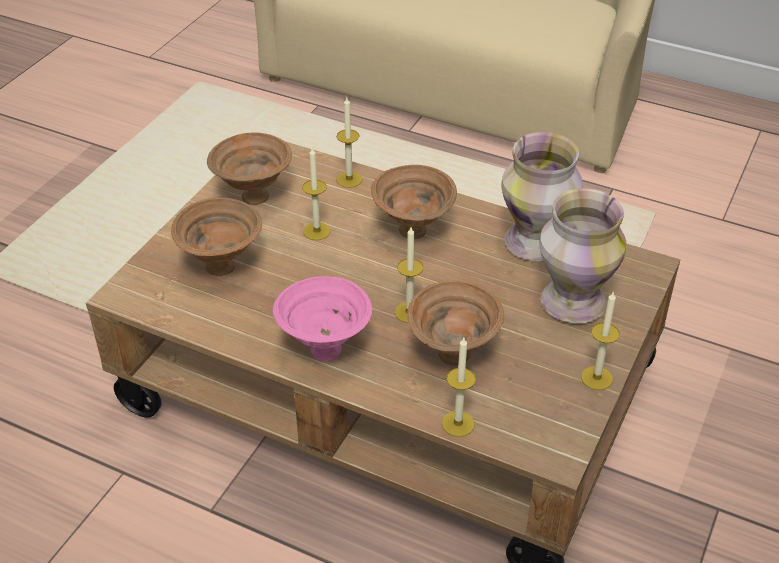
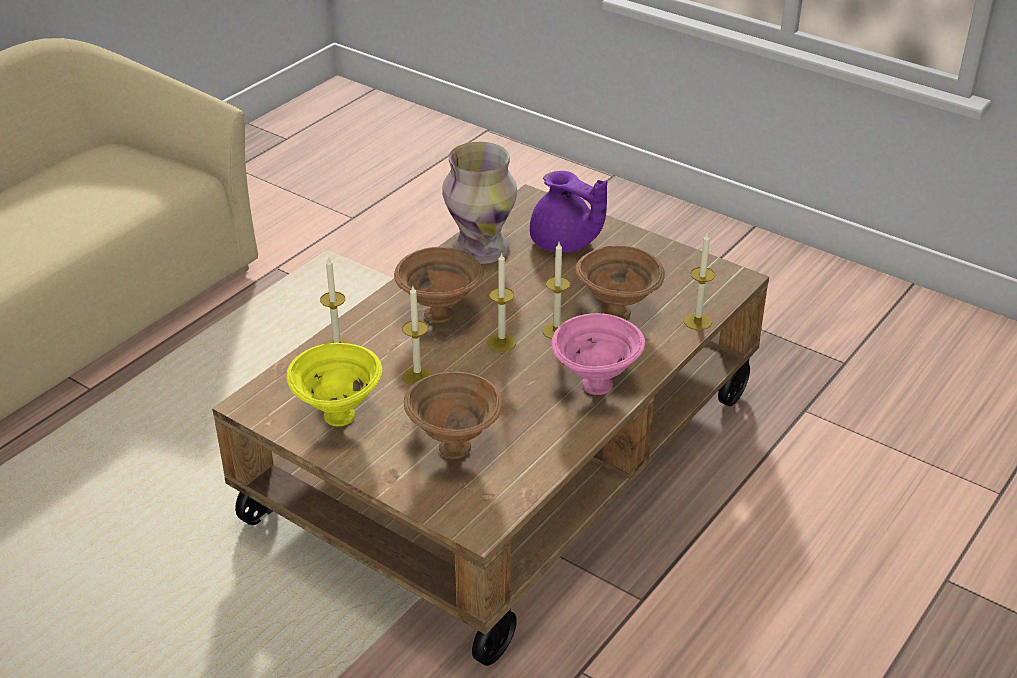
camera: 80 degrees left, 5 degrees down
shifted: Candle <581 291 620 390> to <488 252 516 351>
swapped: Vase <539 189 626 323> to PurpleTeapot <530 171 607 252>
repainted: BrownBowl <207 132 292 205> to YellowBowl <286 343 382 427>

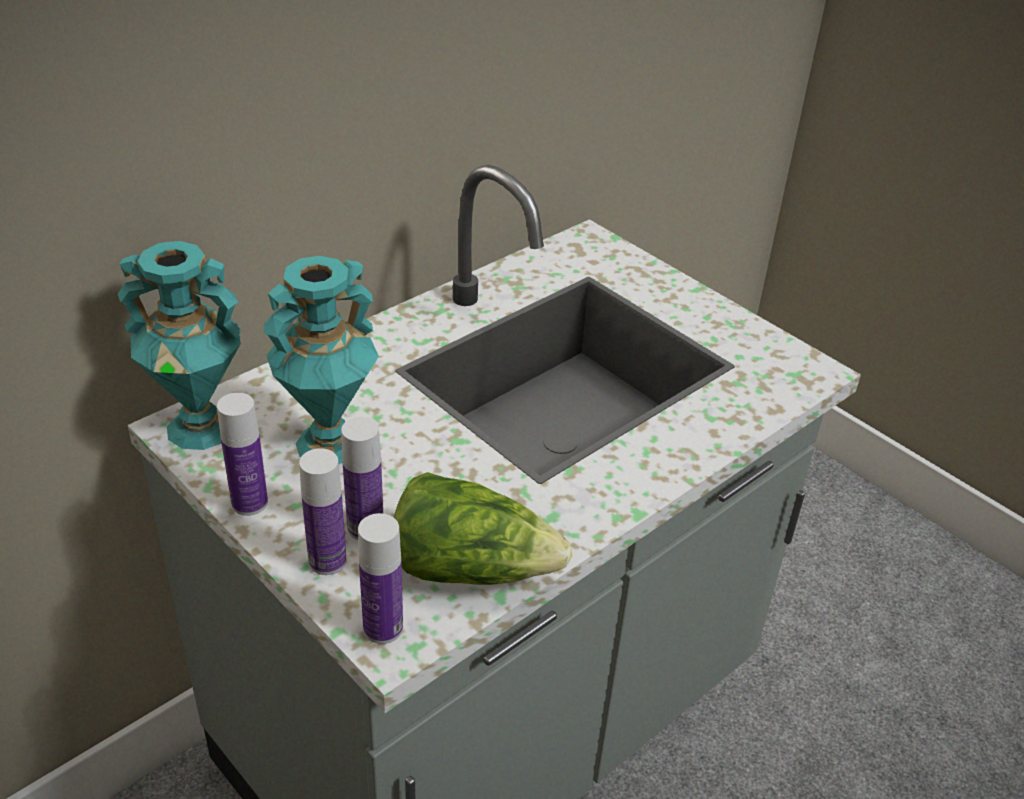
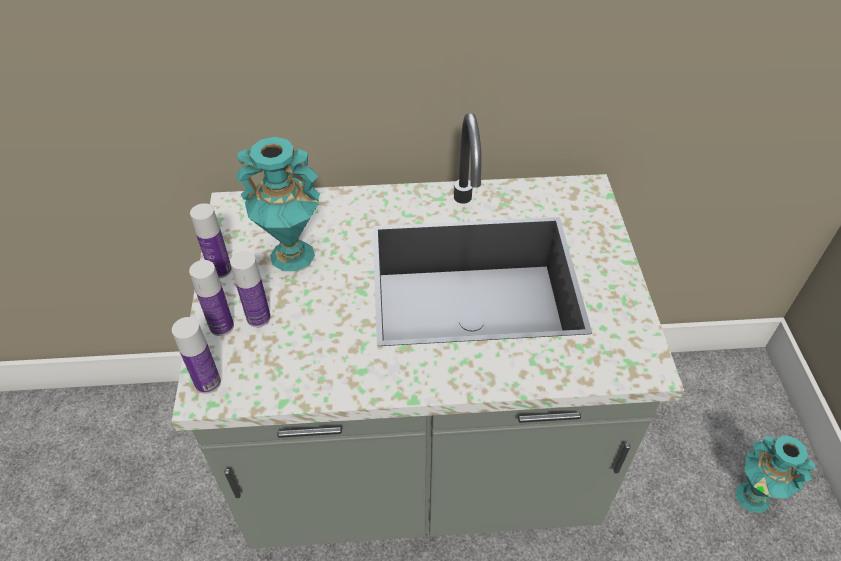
camera: 40 degrees right, 10 degrees up
gone: Lettuce <394 472 572 585>
shifted: TurquoiseVase <117 241 241 450> to <735 436 816 513>

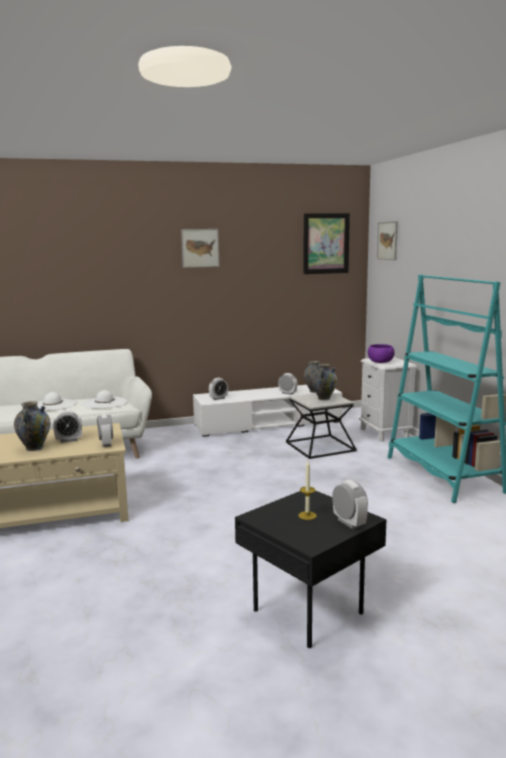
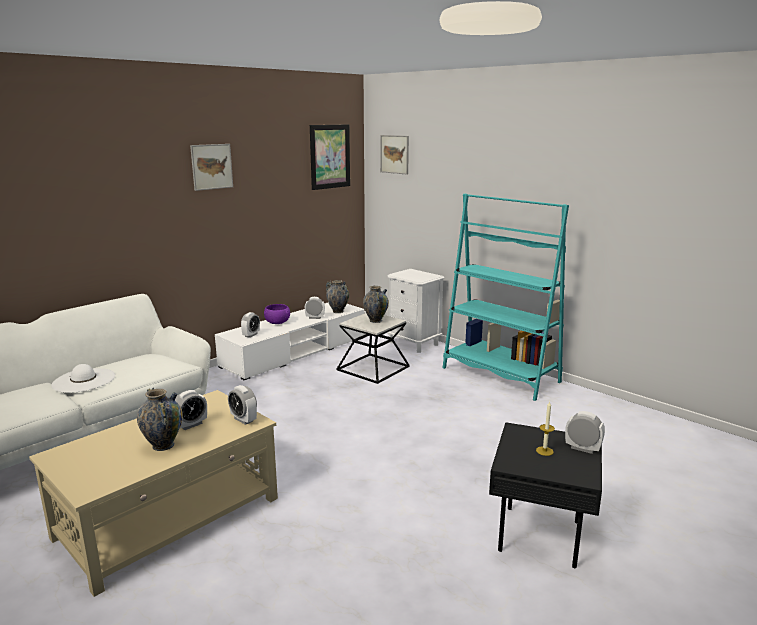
camera: 30 degrees left, 5 degrees up
gone: WhiteHat <82 390 128 409>
shifted: PurpleBowl <368 344 395 363> to <264 304 290 324>

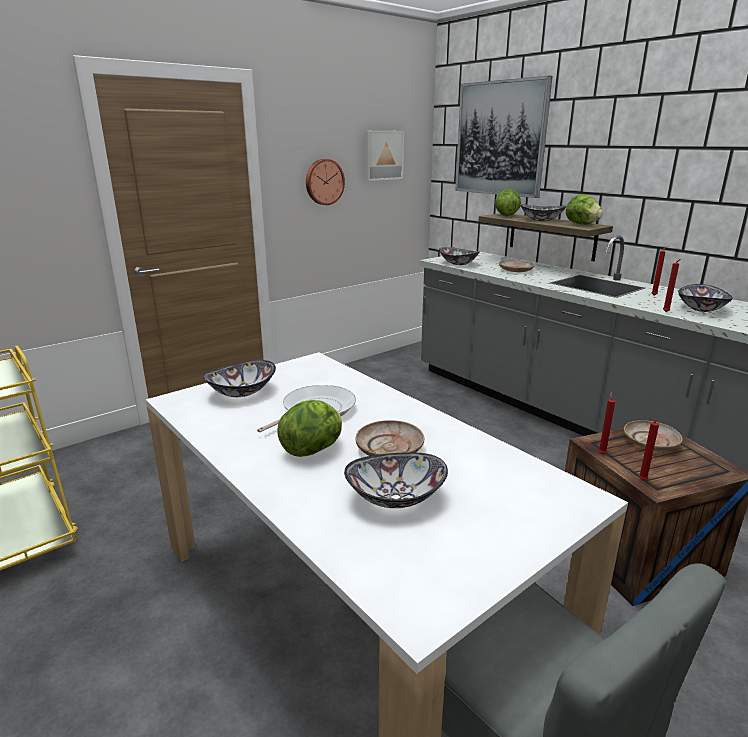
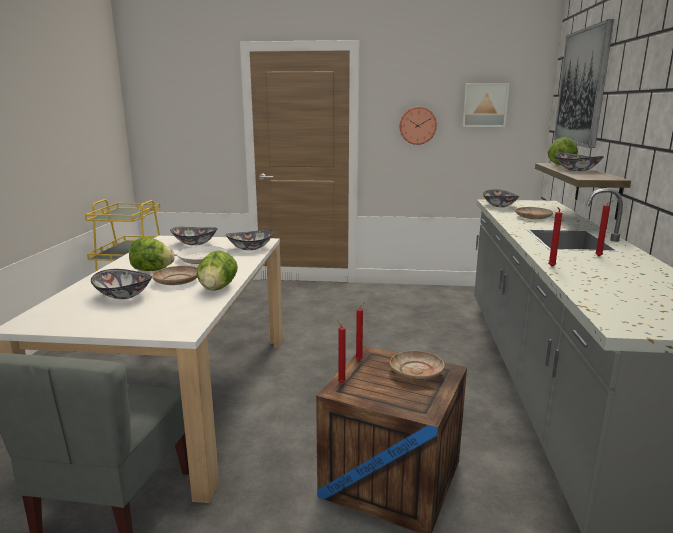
camera: 45 degrees right, 5 degrees down
shifted: Lettuce <566 194 603 225> to <197 250 238 291>; Bowl <678 284 733 312> to <226 230 274 250>

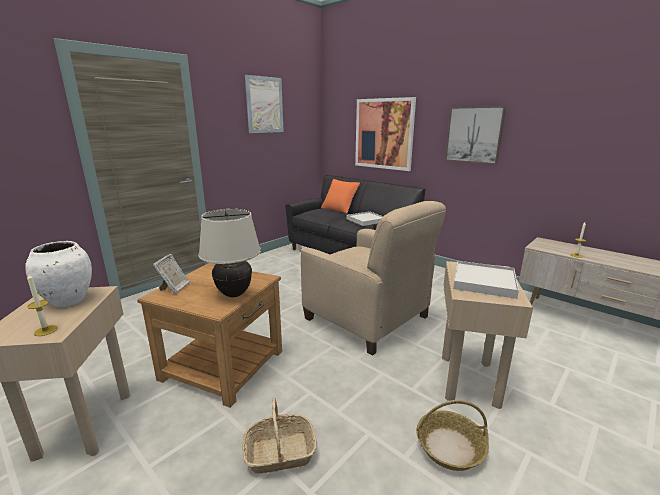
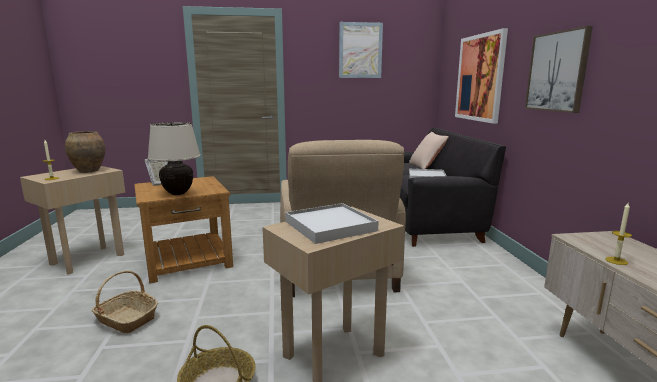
camera: 40 degrees right, 5 degrees down
repainted: WhiteVase <25 241 92 307> to BrownVase <65 131 105 173>; OrangePillow <321 179 360 214> to BeigePillow <409 132 449 169>

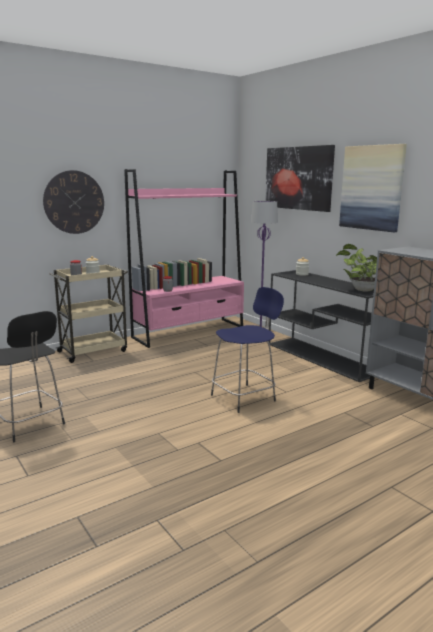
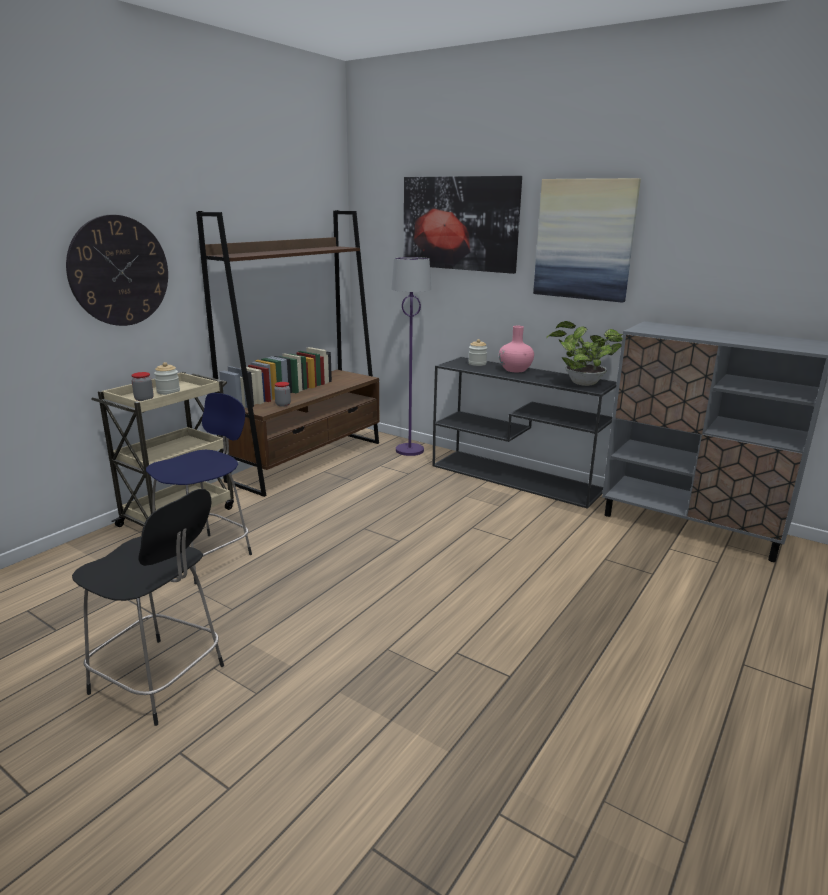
camera: 20 degrees left, 5 degrees up
new: PinkVase <499 326 534 372>
shifted: BlueStool <211 287 284 413> to <146 393 252 584>
repainted: PinkBookcase <124 169 244 348> to BrownBookcase <196 210 380 497>

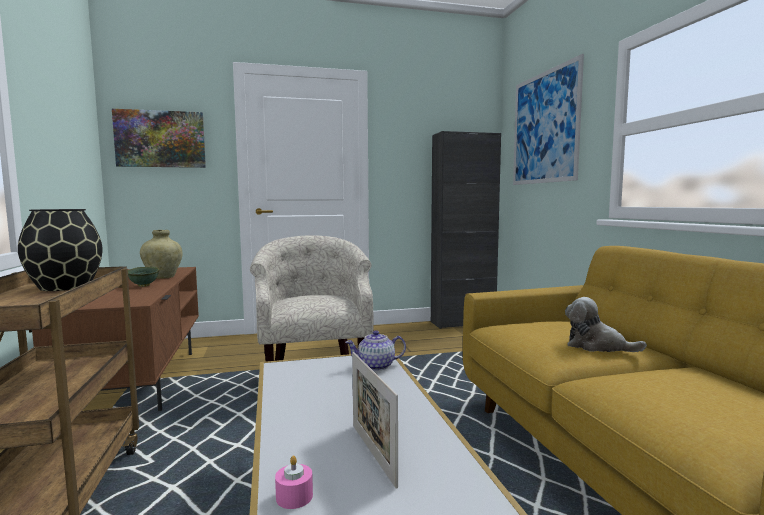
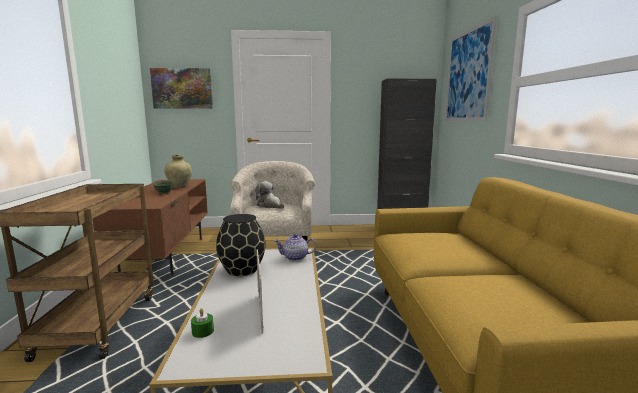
camera: 10 degrees right, 5 degrees up
shifted: BlackVase <18 209 102 291> to <216 214 266 276>; PlushToy <565 297 647 352> to <255 181 285 209>
repainted: PinkCandle <275 455 313 509> to GreenCandle <191 308 214 338>

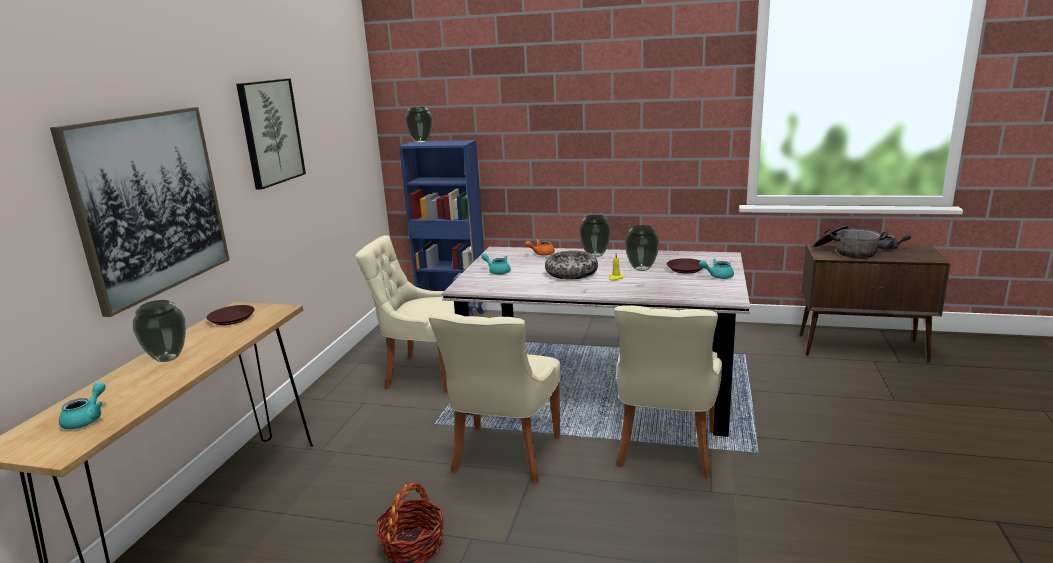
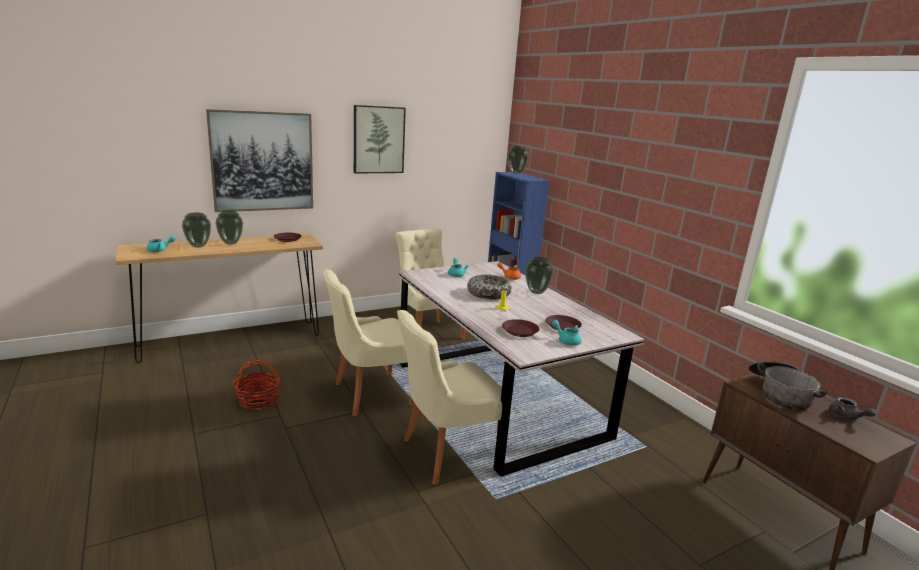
camera: 45 degrees right, 0 degrees up
new: BrownPlate <502 319 539 337>
shifted: Vase <625 225 660 271> to <182 213 211 248>

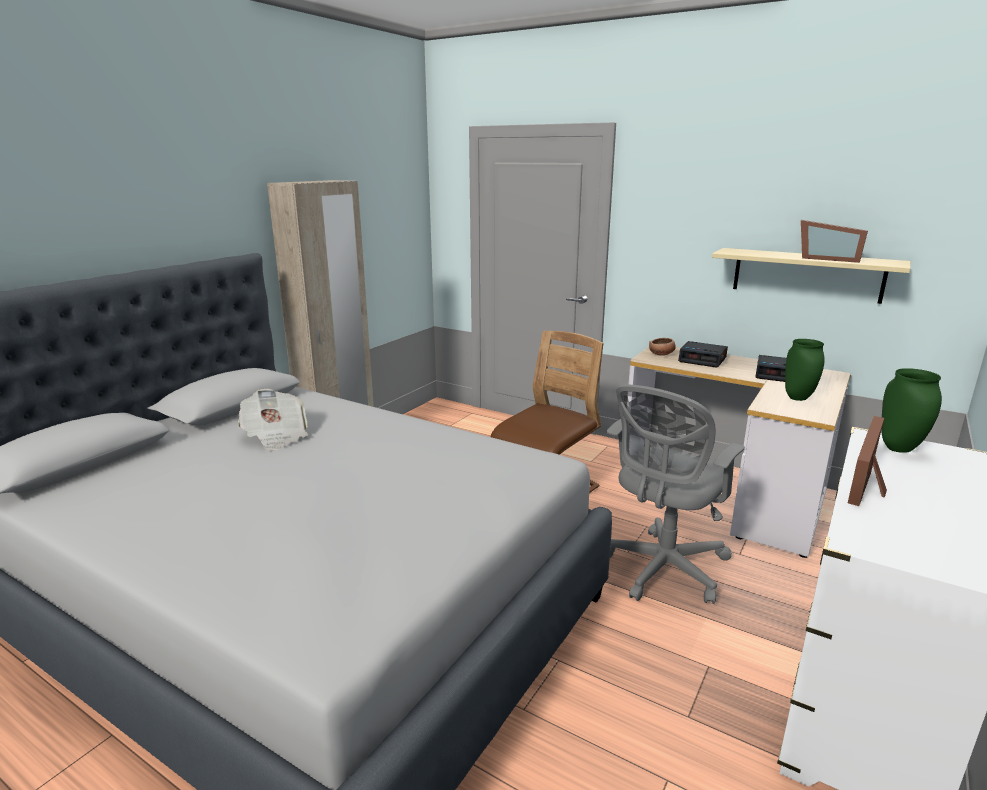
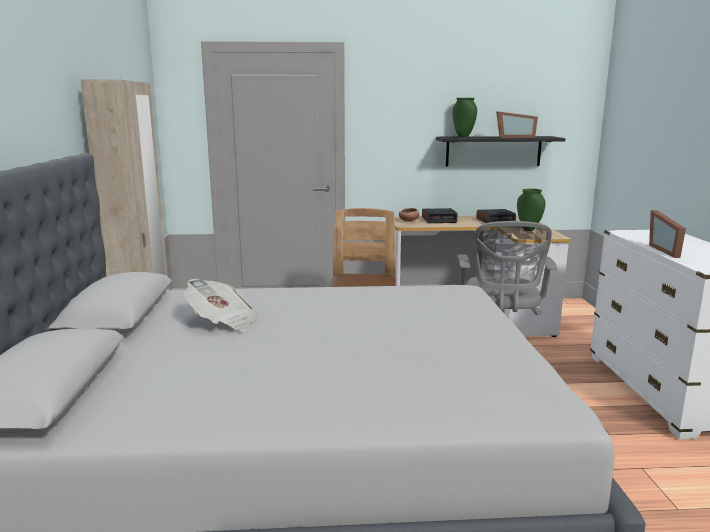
camera: 35 degrees left, 5 degrees down
shifted: GreenVase <882 368 942 453> to <453 98 477 137>
repainted: BeigeShelf <712 248 911 304> to BlackShelf <436 136 565 166>

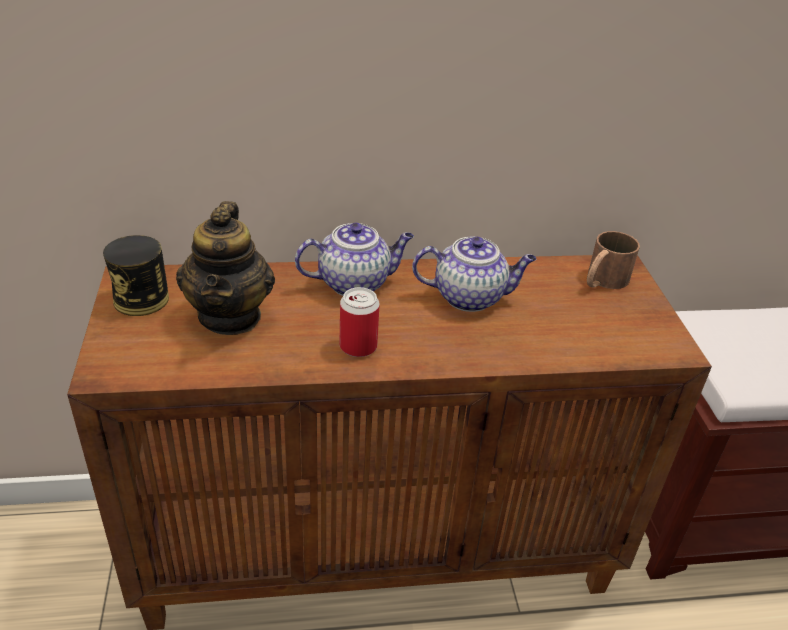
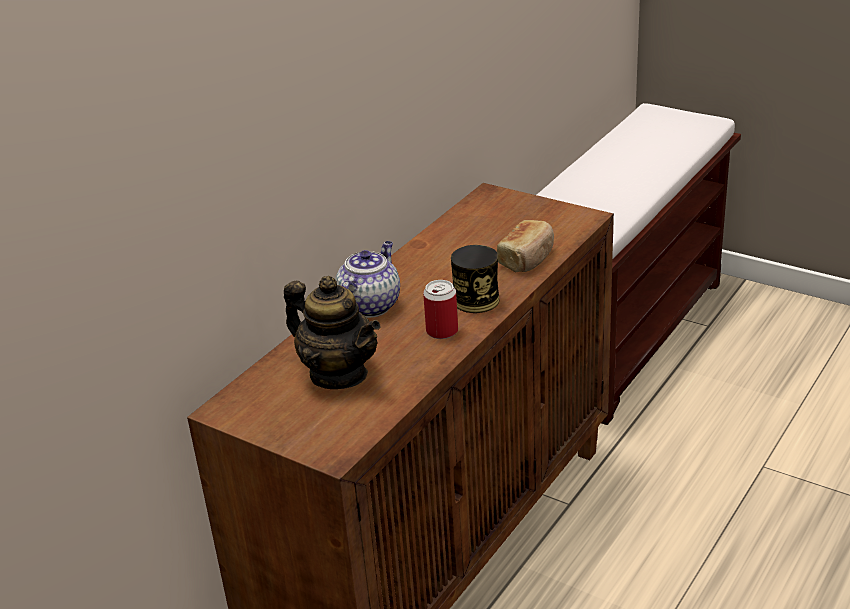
camera: 45 degrees left, 5 degrees down
gone: Teapot <412 237 536 312>; BrownMug <587 231 640 289>
new: Bread <497 220 554 272>
shifted: Can <103 235 169 316> to <451 245 500 313>

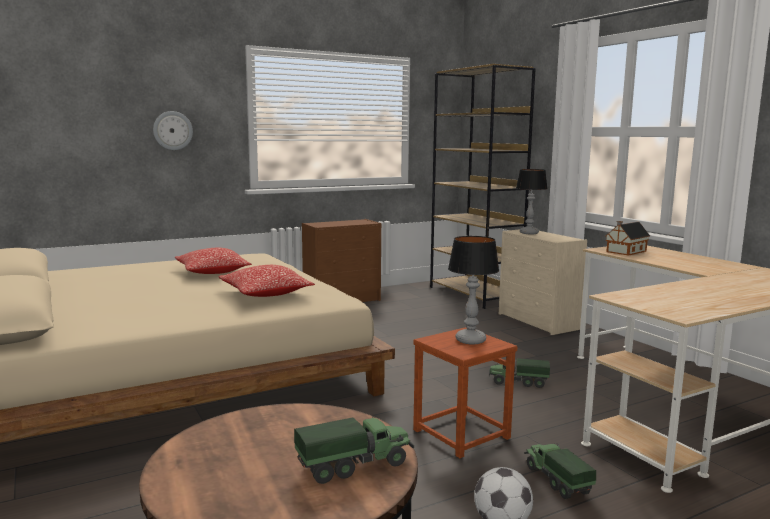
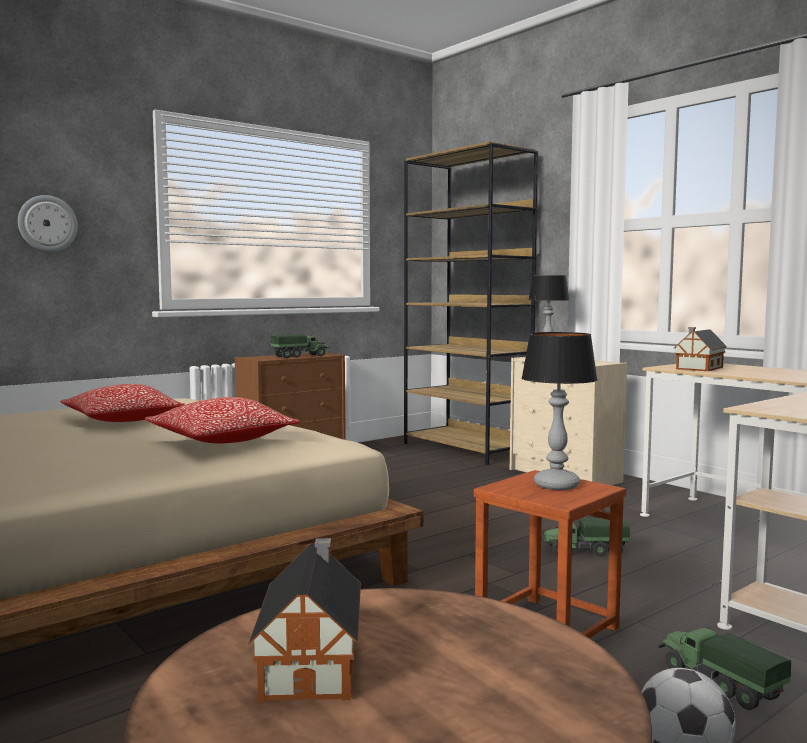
camera: 10 degrees left, 5 degrees down
new: ToyHouse <248 538 361 702>
shifted: ToyTruck <294 417 414 484> to <271 334 329 358>

